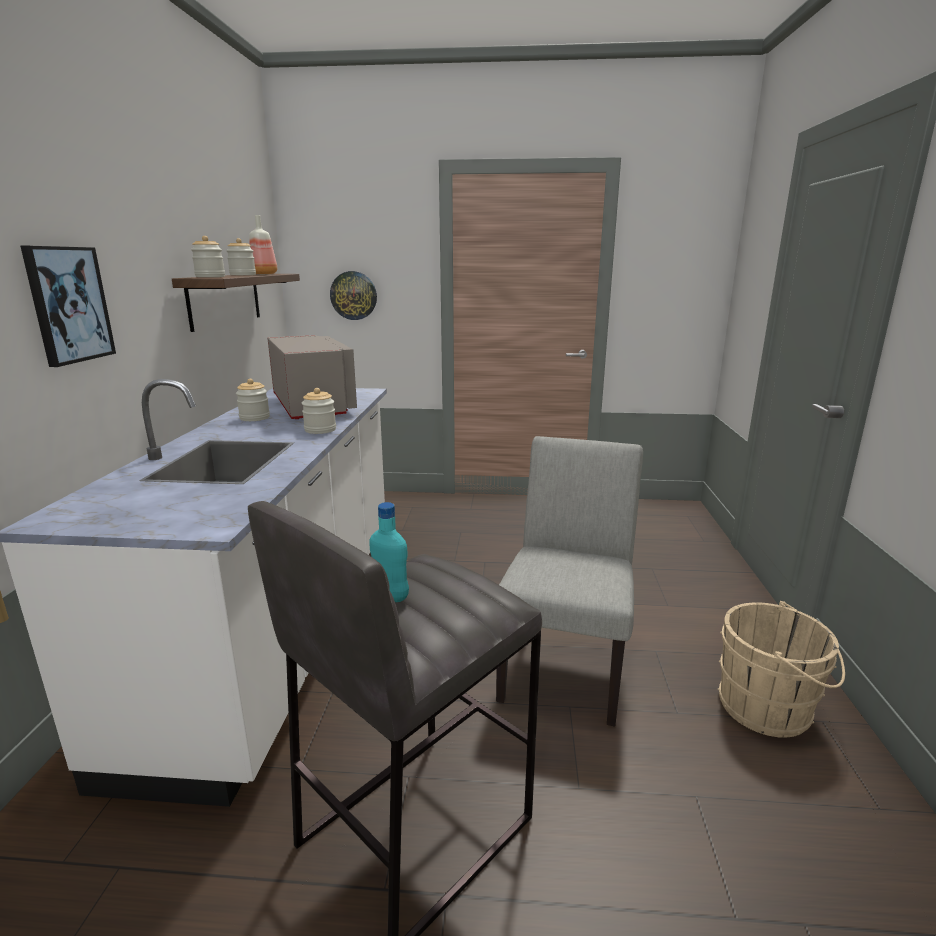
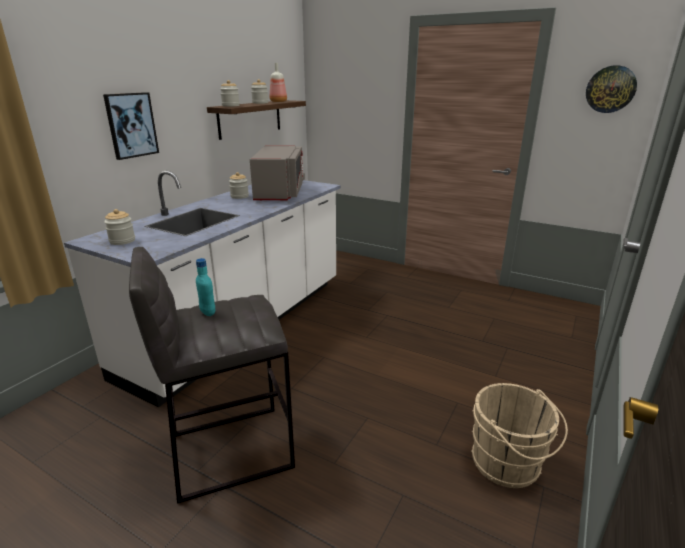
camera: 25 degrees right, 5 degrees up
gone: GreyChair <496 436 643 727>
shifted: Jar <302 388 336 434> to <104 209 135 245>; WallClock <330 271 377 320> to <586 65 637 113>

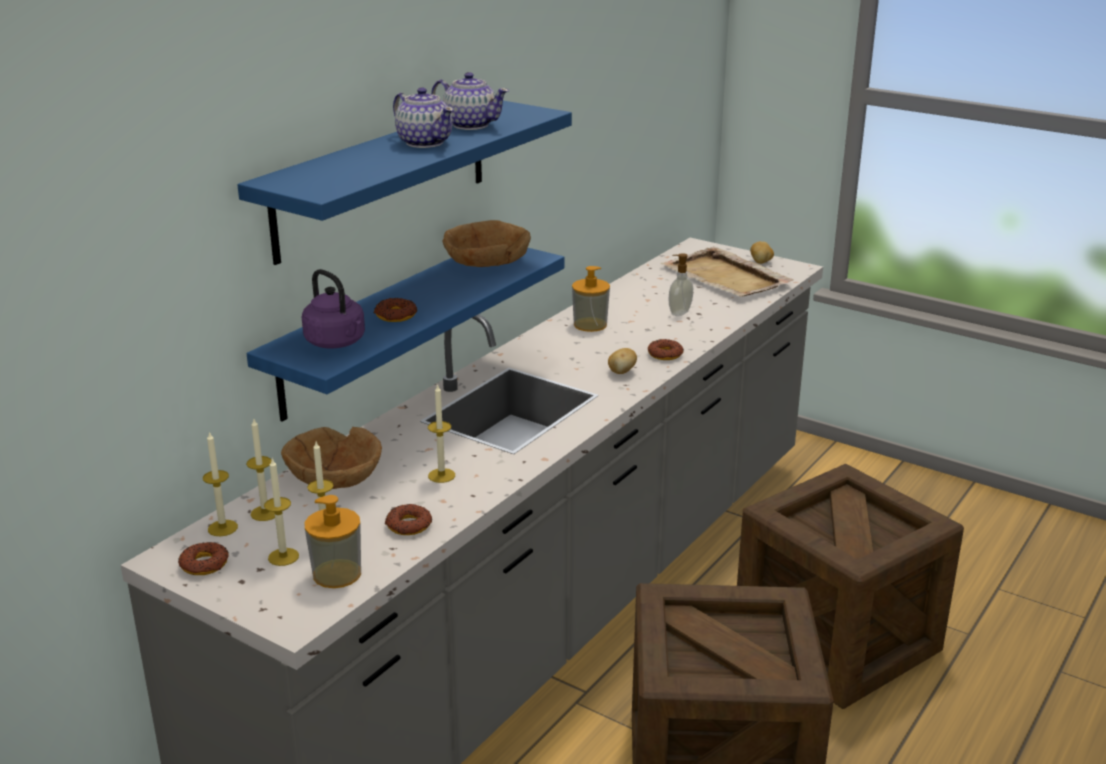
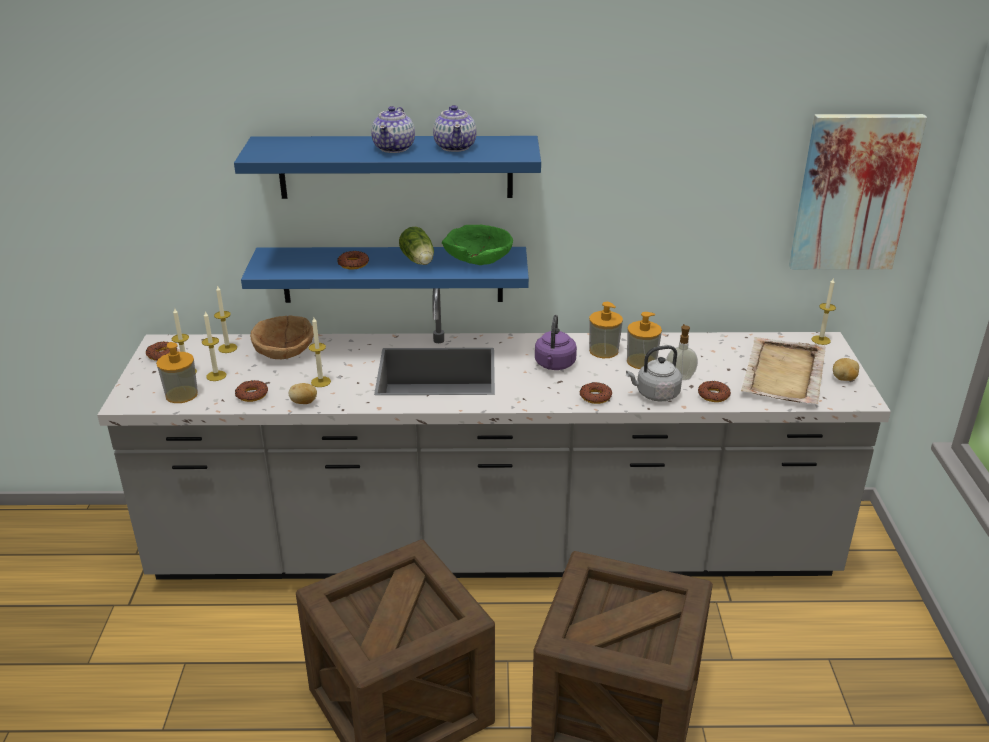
camera: 55 degrees right, 5 degrees up
new: Lettuce <399 226 434 265>; GreyKettle <626 345 682 401>; SoapDispenser <627 312 662 369>; Donut <698 381 731 402>; Picture <789 114 927 270>
shifted: Potato <608 348 637 374> to <289 383 317 404>; PurpleKettle <302 269 365 348> to <535 315 577 370>; Candle <203 431 238 536> to <812 279 836 345>
repainted: BrownBowl <443 220 531 267> to GreenBowl <442 225 513 265>

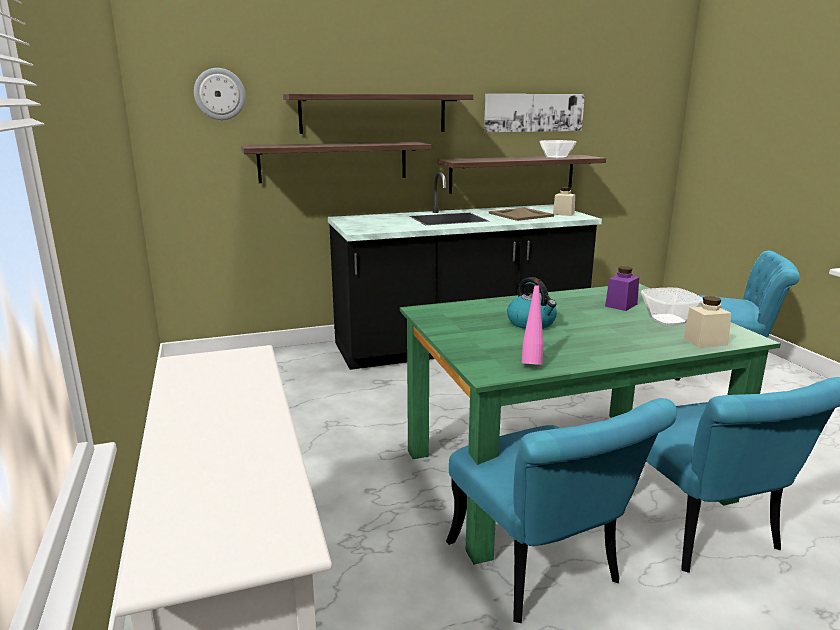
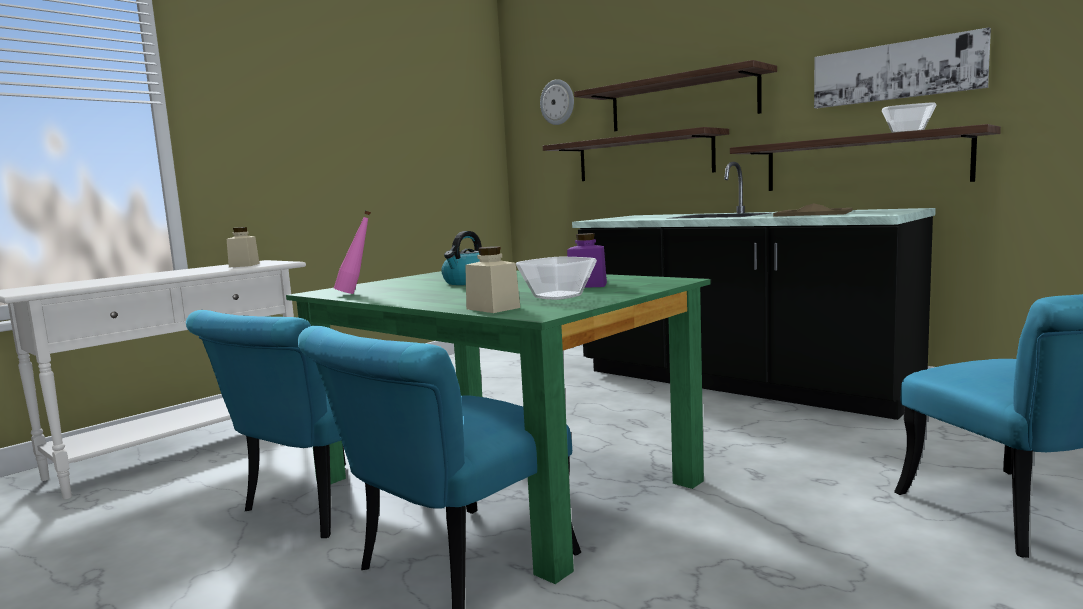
camera: 60 degrees right, 10 degrees down
shifted: BeigeJar <553 187 575 216> to <227 227 260 268>

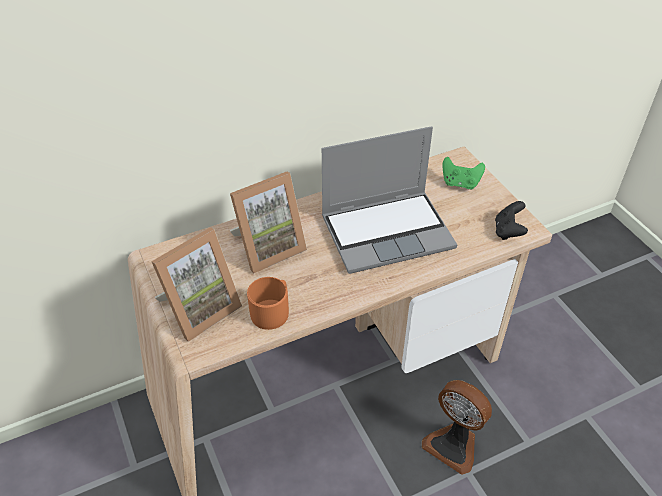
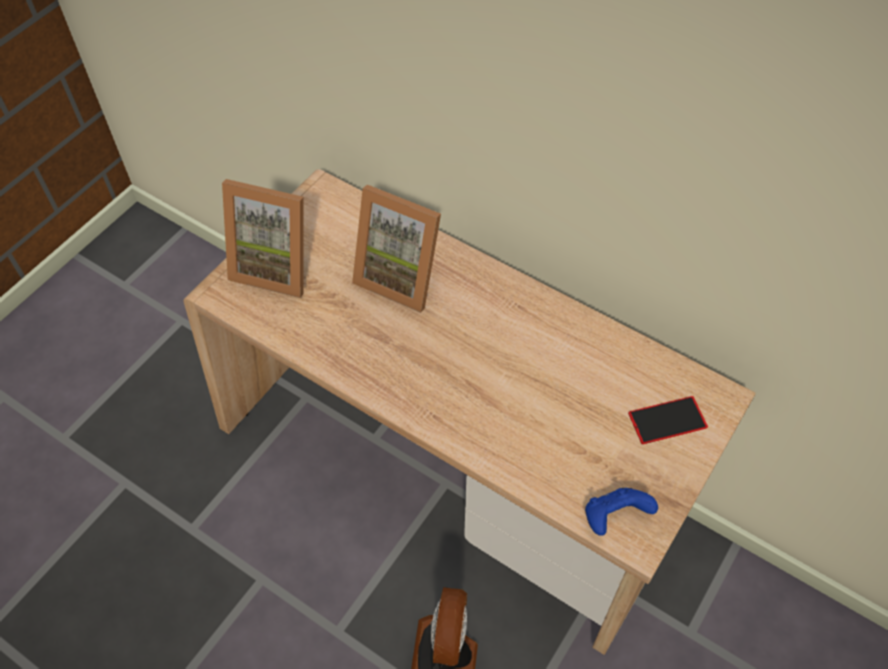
camera: 60 degrees right, 10 degrees up
gone: OrangeMug <247 277 289 330>; Laptop <322 126 457 274>
swapped: GreenGameController <443 157 485 190> to Phone <628 396 708 444>
repainted: BlackGameController <495 201 528 240> to BlueGameController <585 488 658 536>

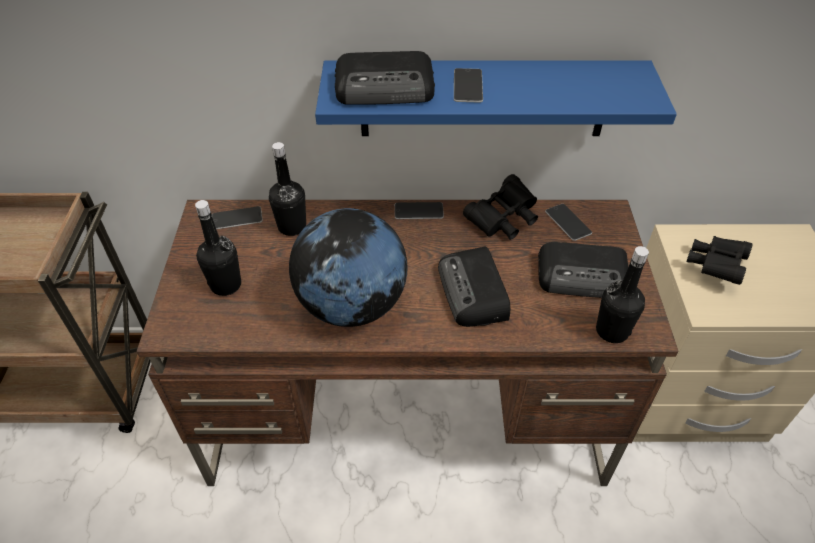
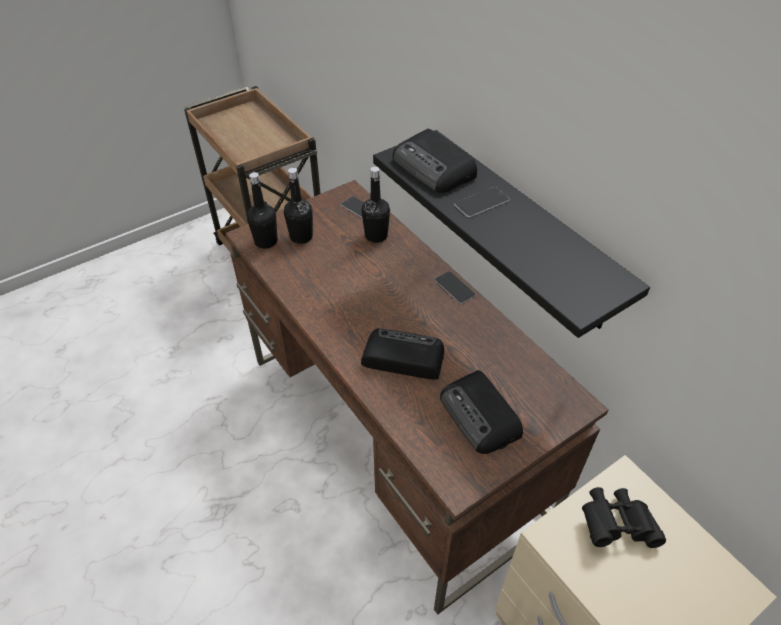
camera: 55 degrees right, 0 degrees up
gone: Globe <289 208 408 327>; BlackBinoculars <463 174 538 240>; Phone <545 204 592 241>
shifted: BlackBottle <596 246 649 343> to <247 172 278 249>
repainted: BlueShelf <315 61 677 136> to BlackShelf <373 130 650 338>
rotated: Radio <438 246 510 327> = <361 328 444 380> 60 degrees clockwise

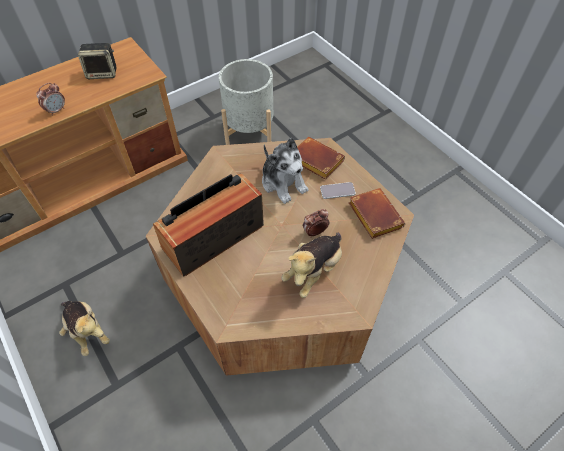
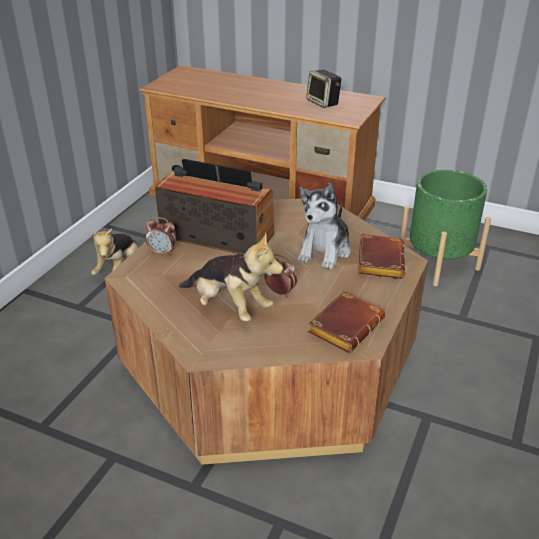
camera: 60 degrees right, 20 degrees down
gone: Phone <320 182 356 199>
shifted: AlarmClock <36 83 65 116> to <146 217 177 255>
repainted: GreyPlanter <219 59 273 145> to GreenPlanter <400 170 491 286>
rotated: PlushToy <281 233 342 298> = <179 232 284 321> 150 degrees counterclockwise

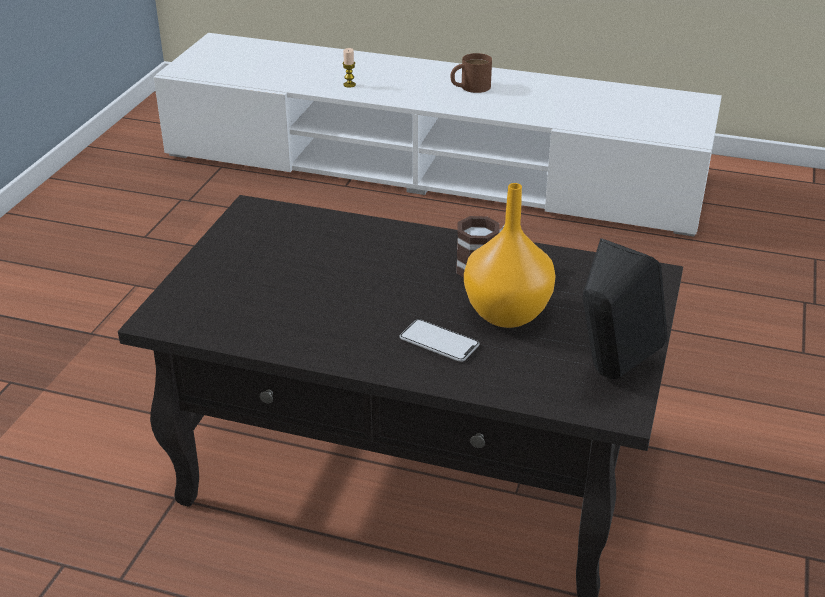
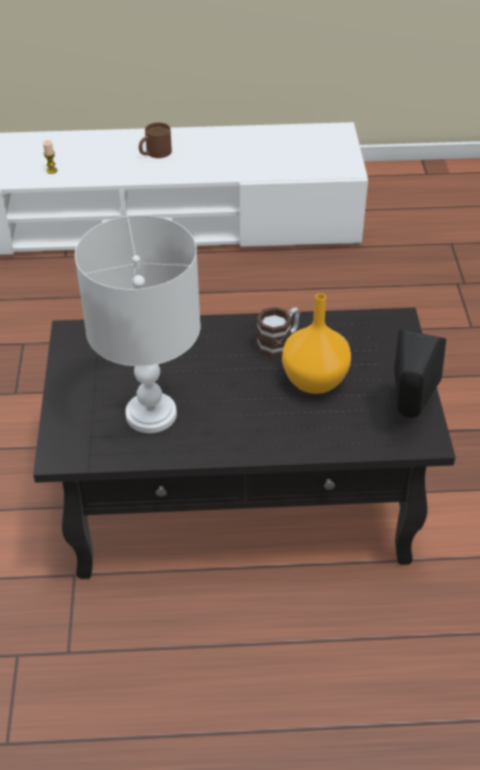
camera: 20 degrees left, 10 degrees up
gone: Phone <400 319 480 362>
new: WhiteTableLamp <75 215 201 433>

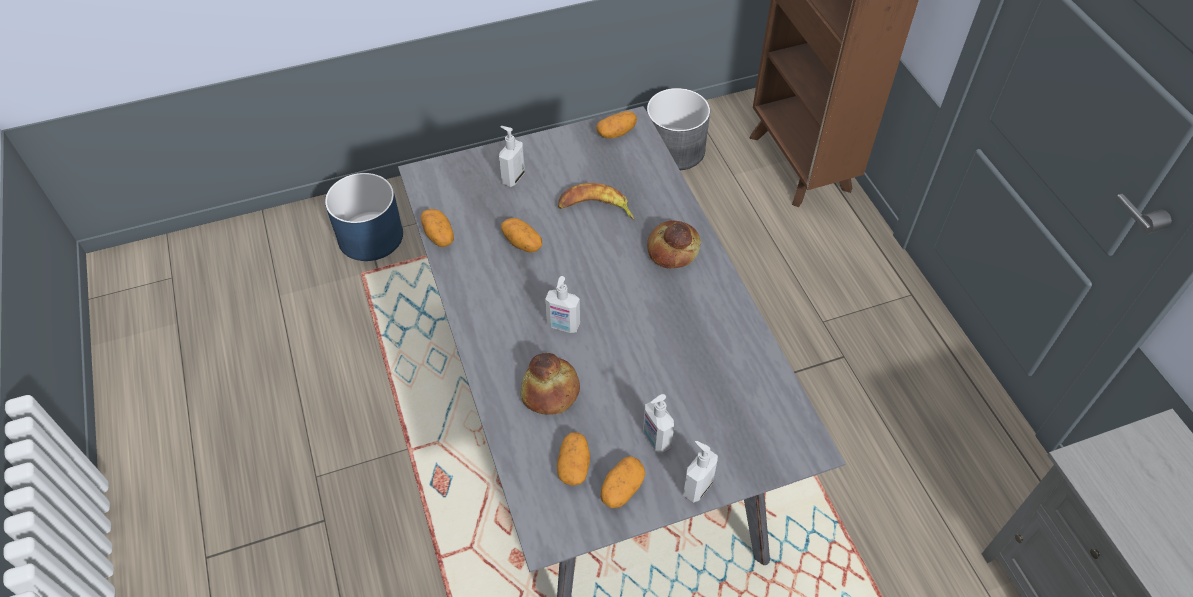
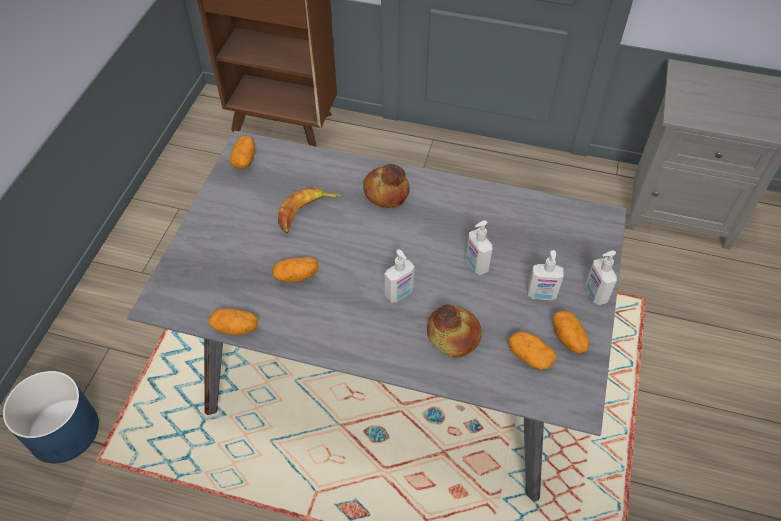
camera: 55 degrees left, 0 degrees up
gone: GreyPlanter <647 88 710 170>
shifted: SoapDispenser <499 126 525 187> to <466 220 492 275>

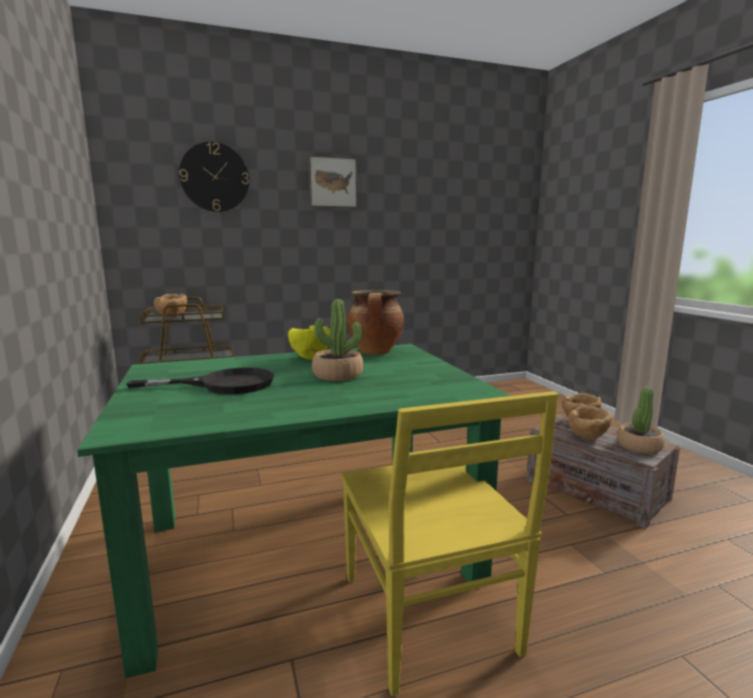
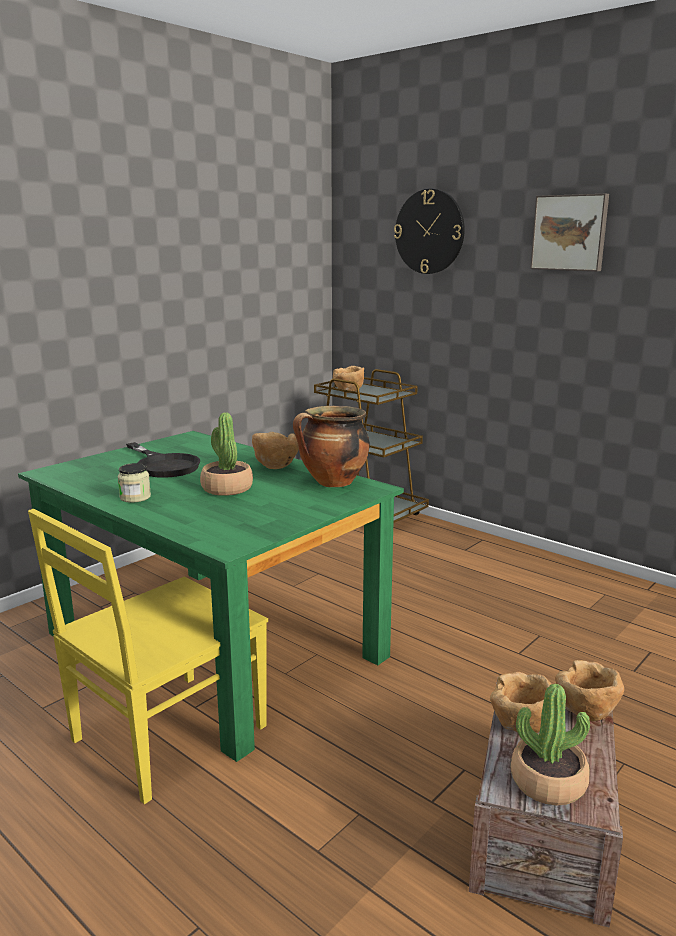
camera: 60 degrees right, 5 degrees up
new: Jar <118 463 151 503>
repainted: YellowBowl <288 325 330 360> to BrownBowl <252 432 299 469>

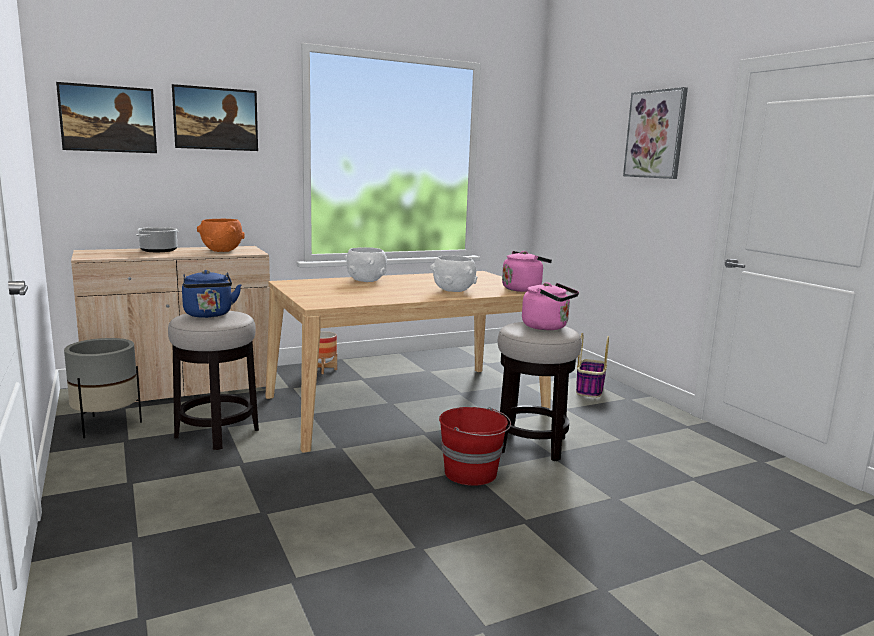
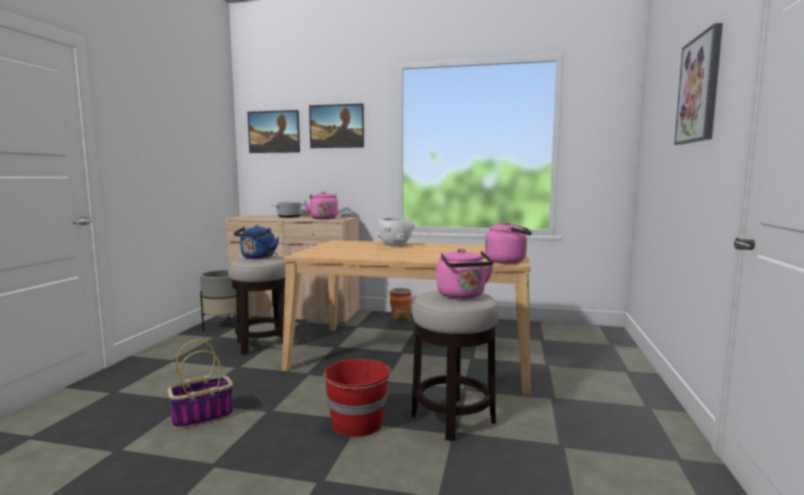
camera: 40 degrees right, 5 degrees down
gone: WhiteBowl <430 255 478 292>
shifted: Basket <576 333 609 398> to <168 340 233 429>
swapped: OrangeBowl <197 219 245 252> to PinkKettle <303 192 338 219>

